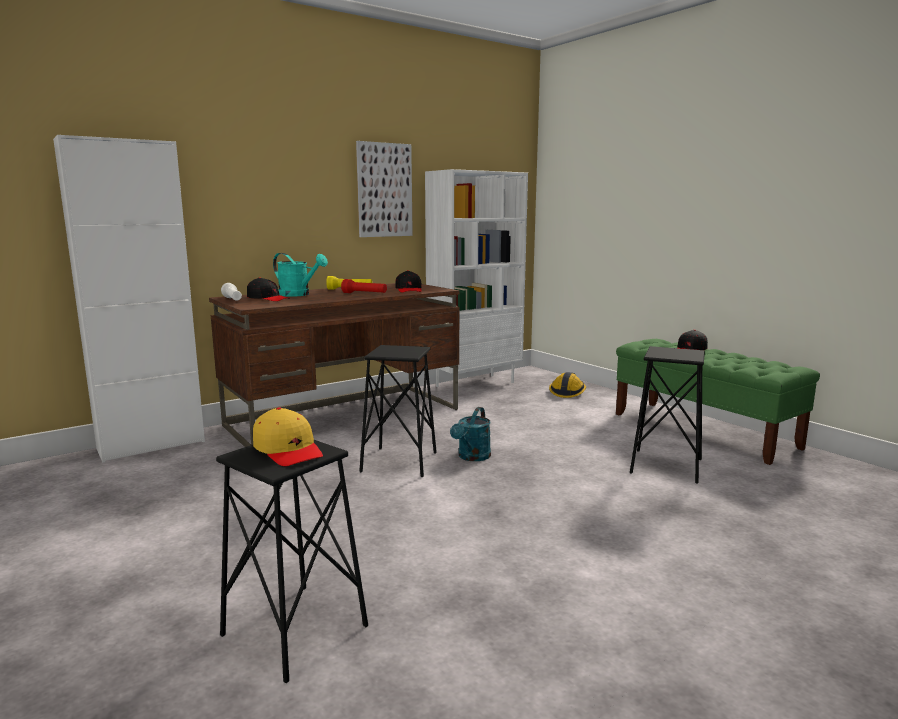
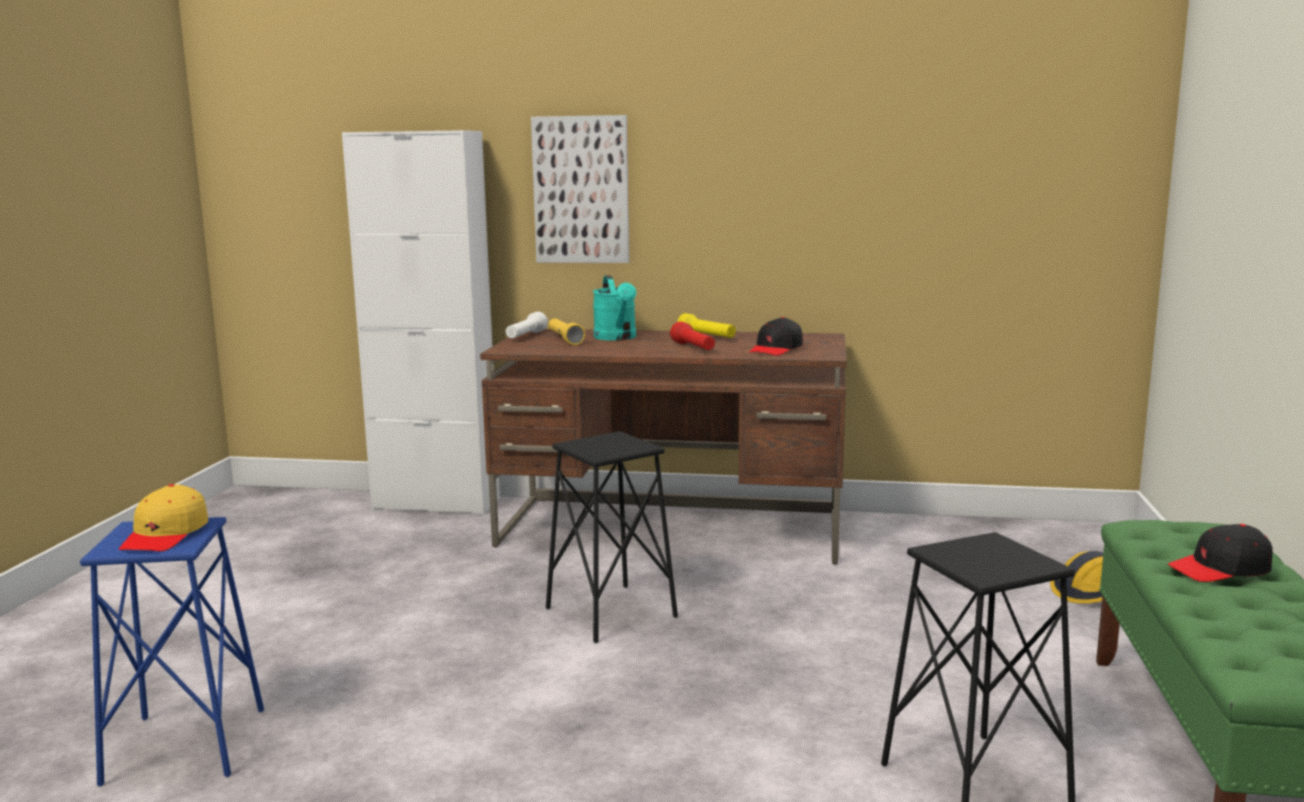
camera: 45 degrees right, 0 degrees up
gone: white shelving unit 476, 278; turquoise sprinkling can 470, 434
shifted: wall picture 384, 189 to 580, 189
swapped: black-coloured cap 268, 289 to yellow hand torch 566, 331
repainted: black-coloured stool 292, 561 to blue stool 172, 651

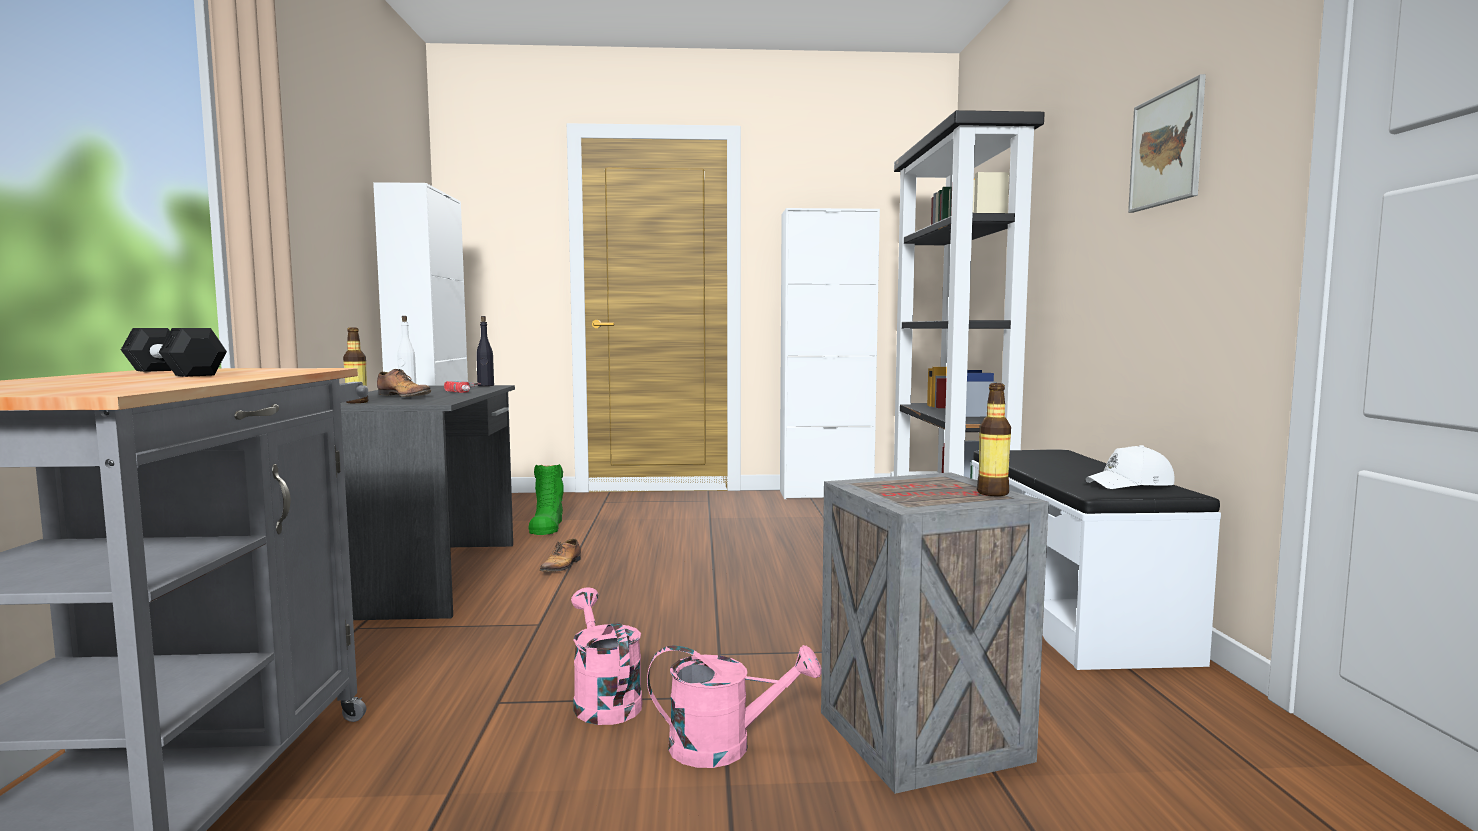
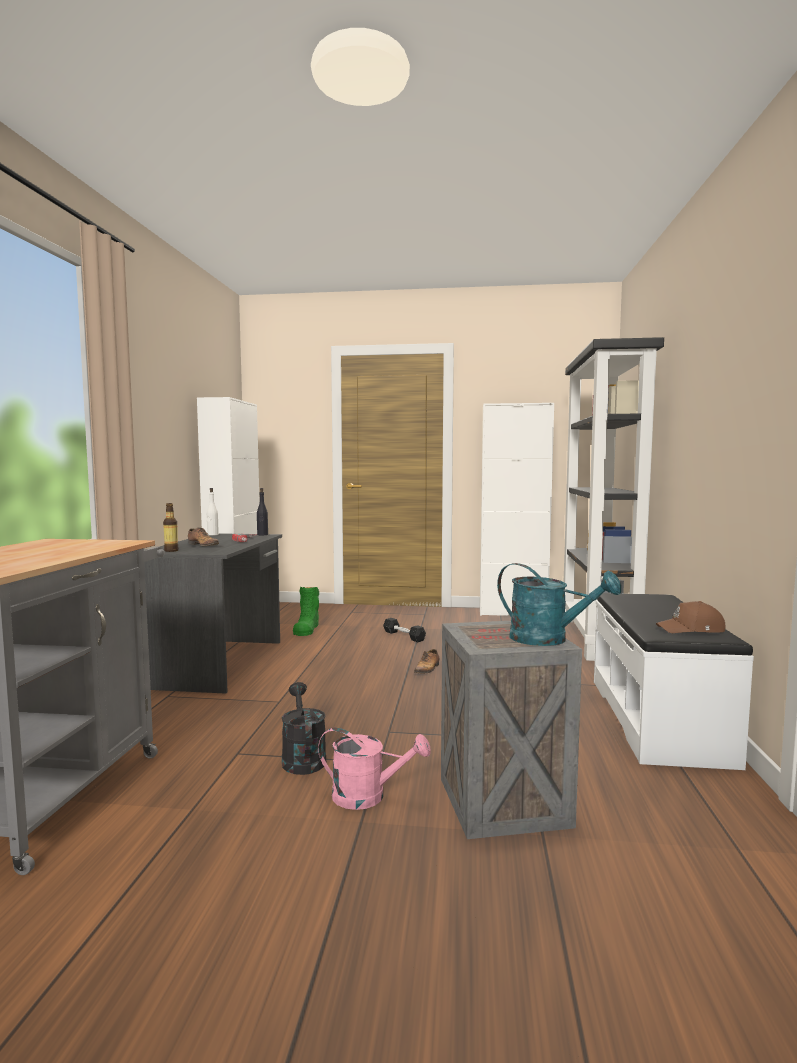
camera: 10 degrees right, 0 degrees up
gone: wall picture 1167, 143
shifted: black-coloured free weight 174, 352 to 404, 630; shoe 560, 555 to 426, 661
swapped: drink bottle 994, 439 to turquoise sprinkling can 559, 604
repainted: white cap 1130, 467 to brown-coloured cap 690, 617; pink sprinkling can 606, 656 to black-coloured sprinkling can 304, 728

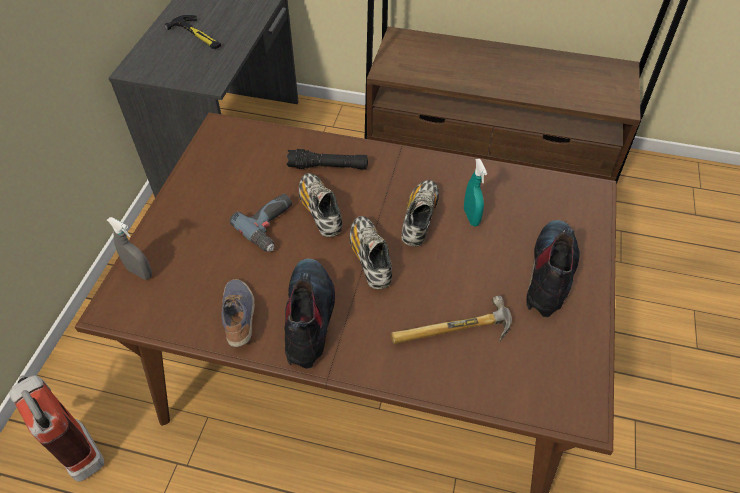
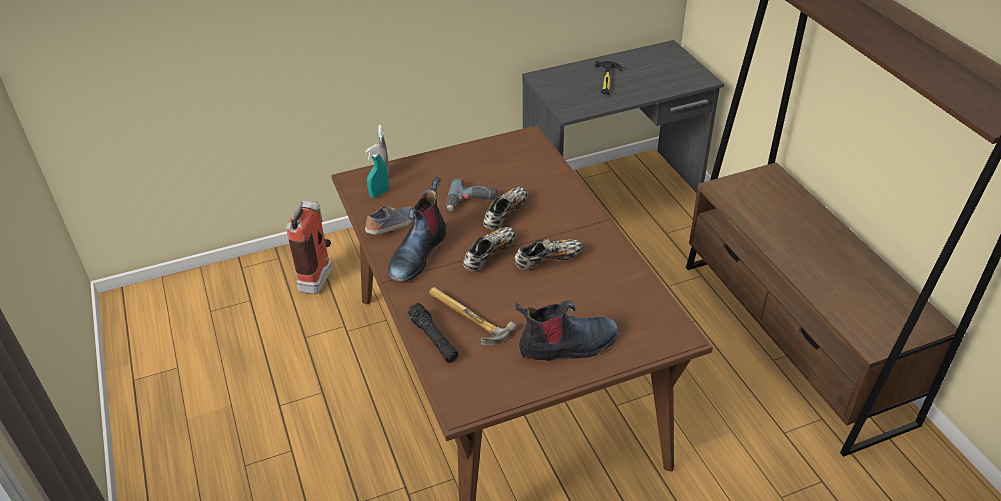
camera: 55 degrees right, 10 degrees down
shifted: black-coloured hand torch 327, 159 to 433, 333; turquoise sprayer 475, 192 to 377, 171
rotated: boot 310, 314 = 417, 229 150 degrees clockwise

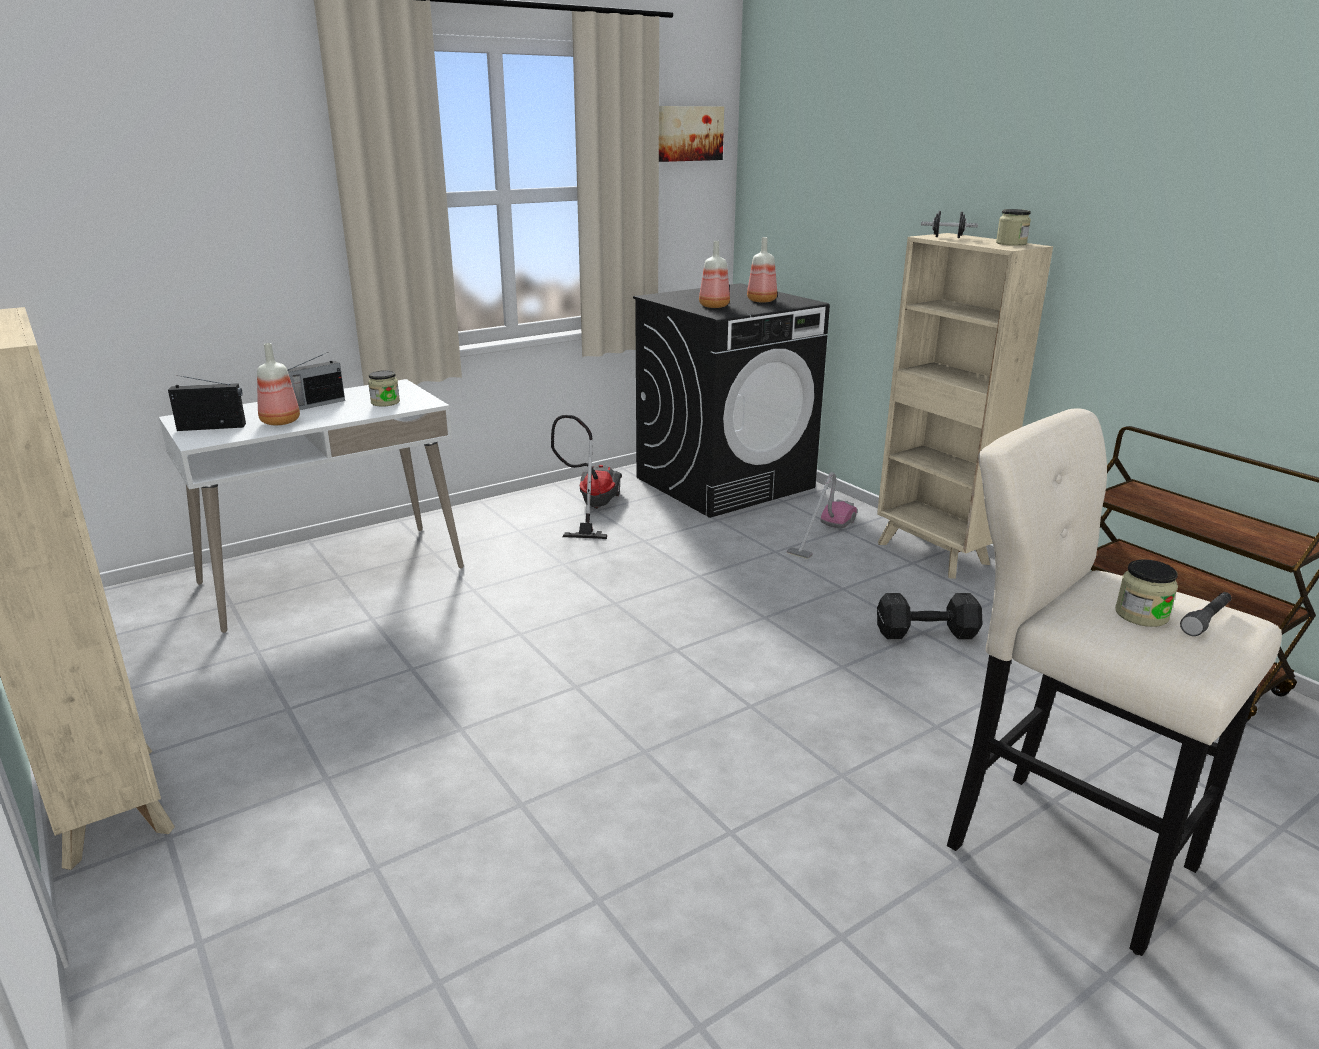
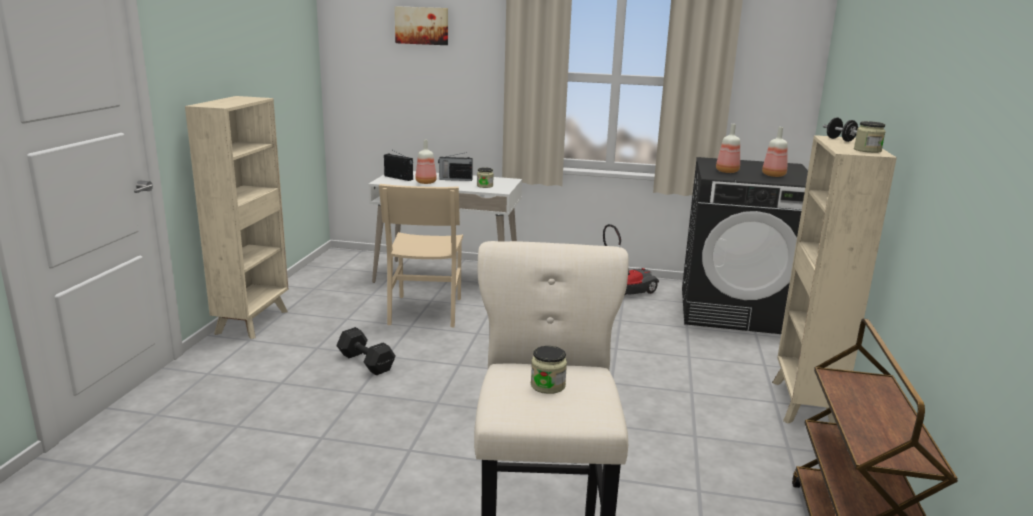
camera: 45 degrees right, 5 degrees down
gone: vacuum cleaner 822, 515; gray hand torch 1206, 614
new: beige chair 421, 255
shifted: wall picture 691, 134 to 421, 25; black-coloured free weight 930, 616 to 366, 351

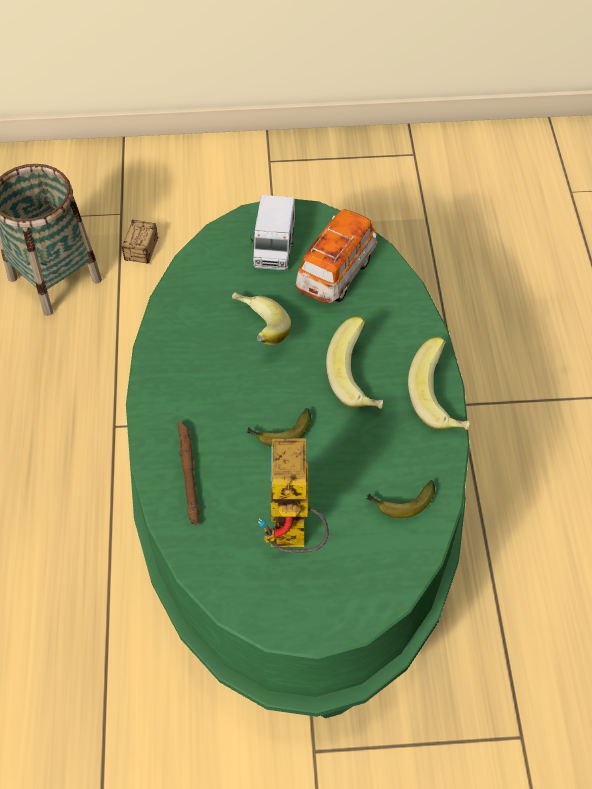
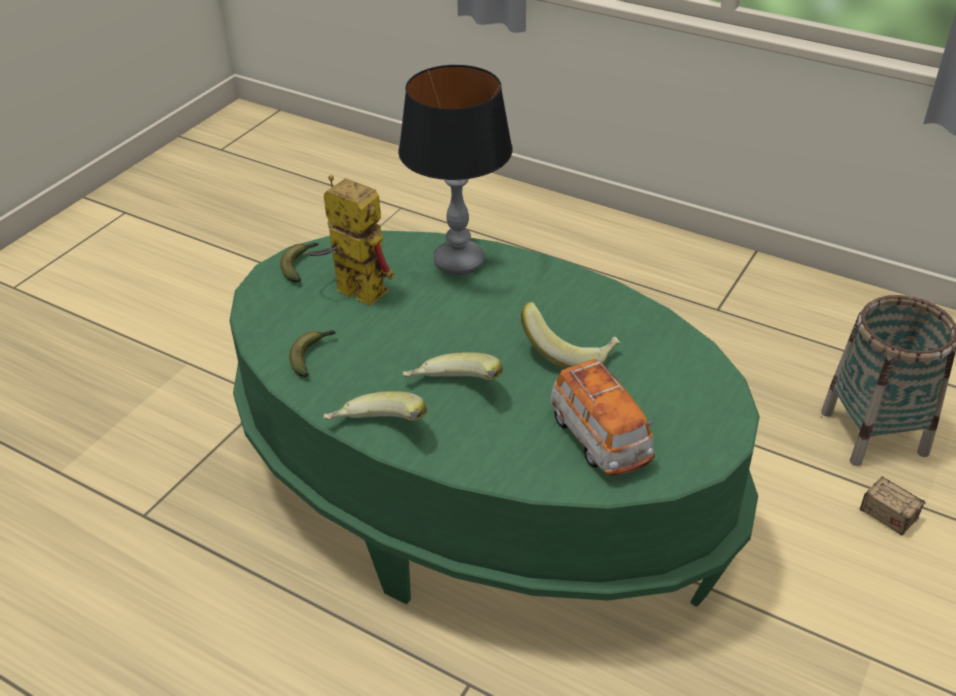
camera: 125 degrees right, 15 degrees down
gone: toy lorry 273, 233
shifted: banana fruit 279, 427 to 299, 262
swapped: brown-coloured hand torch 188, 473 to table lamp 455, 170

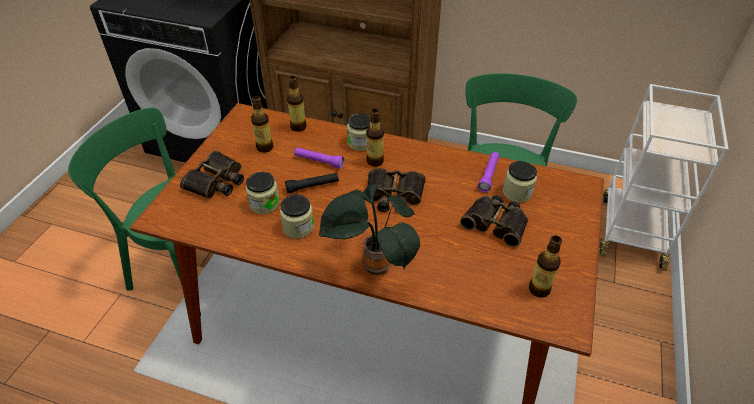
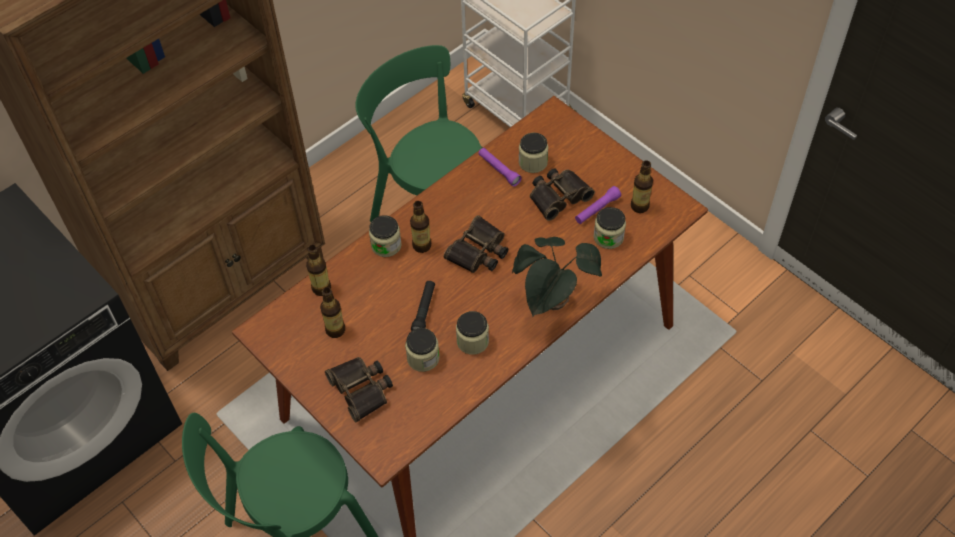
camera: 60 degrees left, 10 degrees up
new: jar 609, 228
shifted: purplish hand torch 319, 158 to 598, 205

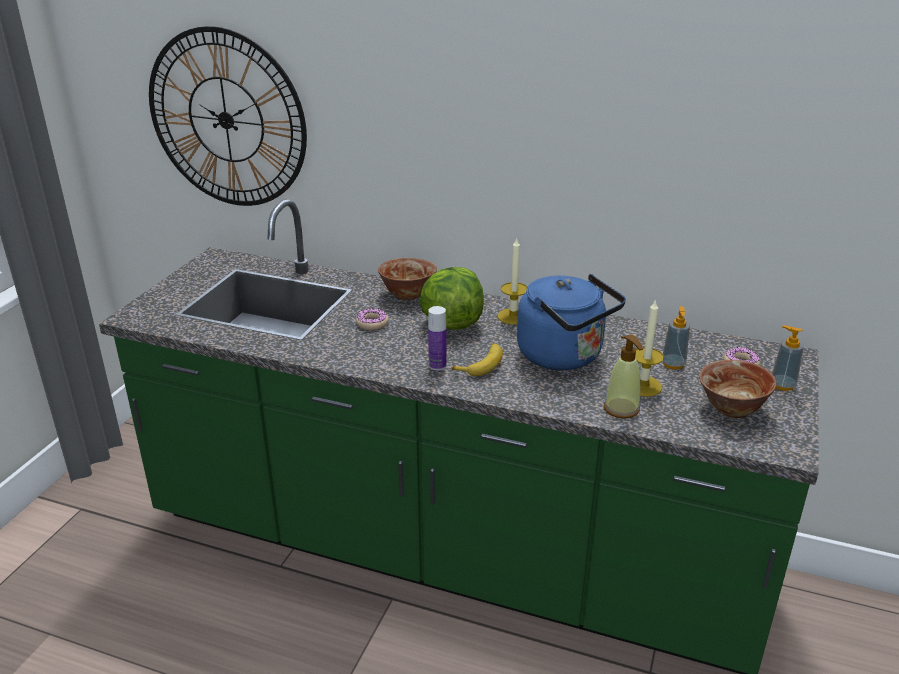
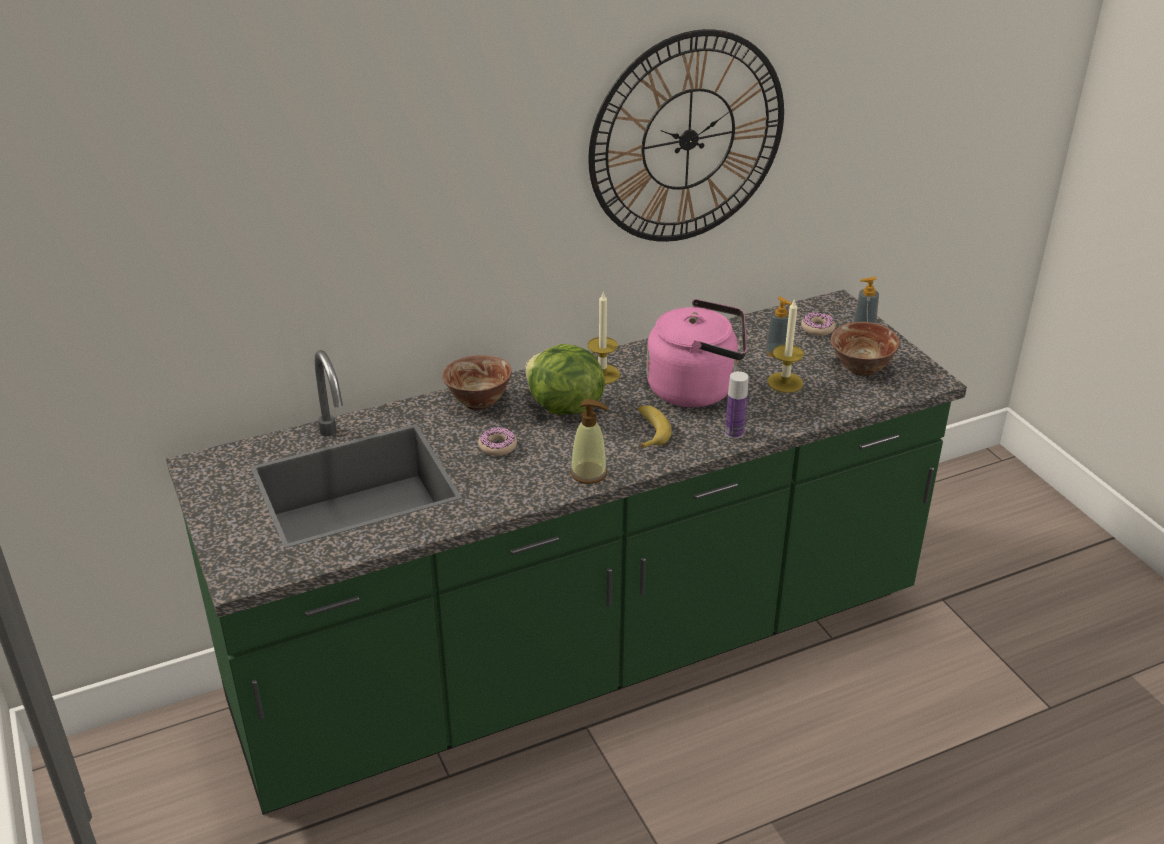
camera: 45 degrees left, 5 degrees up
shifted: wall clock 228, 116 to 686, 135; drink bottle 437, 338 to 737, 405; soap dispenser 623, 377 to 589, 441
repainted: blue tea kettle 571, 322 to pink tea kettle 696, 353

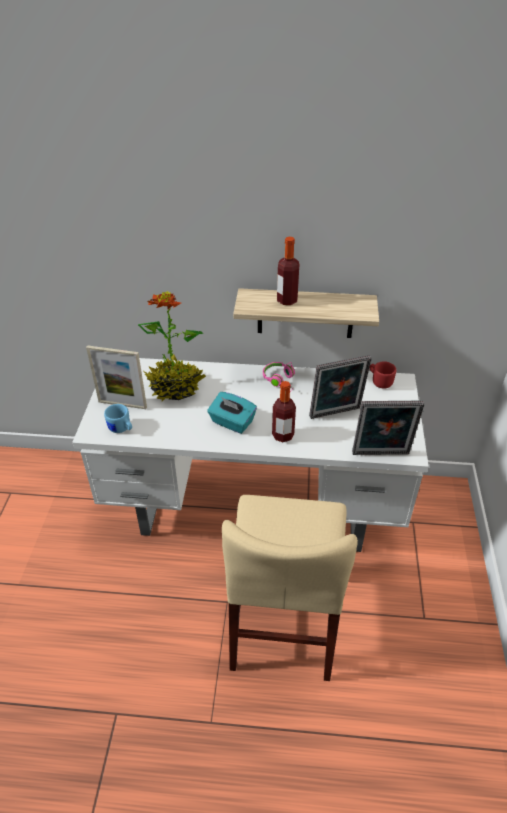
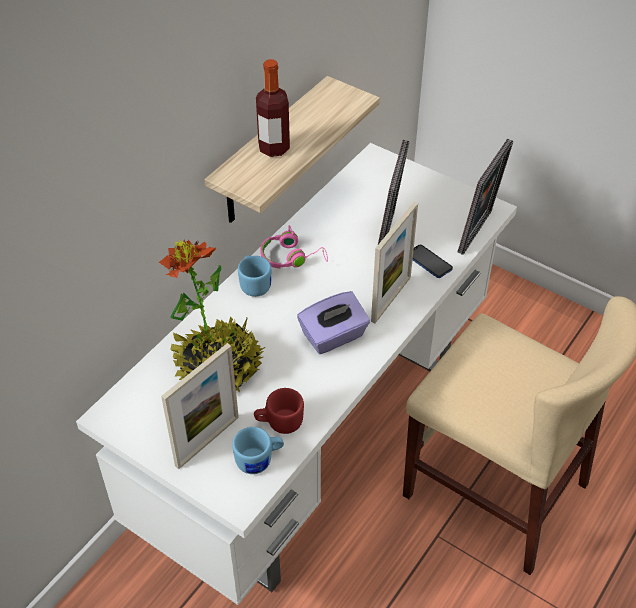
camera: 60 degrees left, 5 degrees up
new: telephone 433, 261; blue coffee mug 254, 276
shifted: reddish coffee mug 383, 375 to 279, 411
swapped: drink bottle 284, 411 to picture frame 394, 262
repainted: turquoise box of tissues 232, 413 to purplish box of tissues 333, 322

